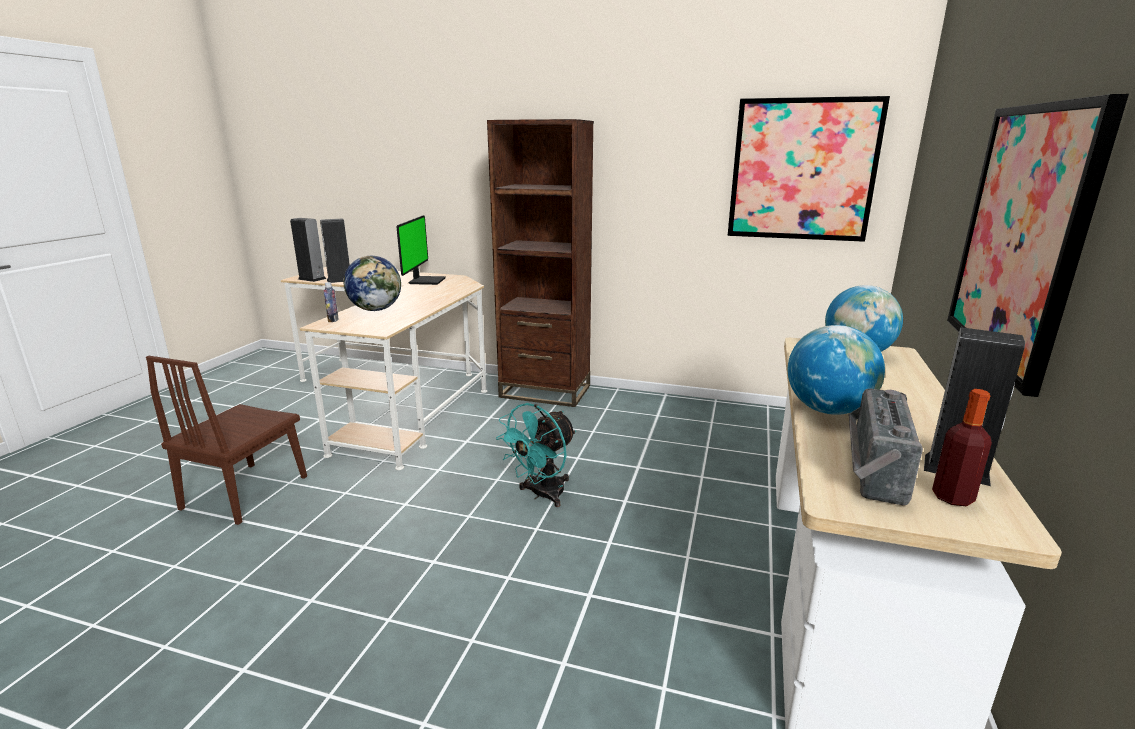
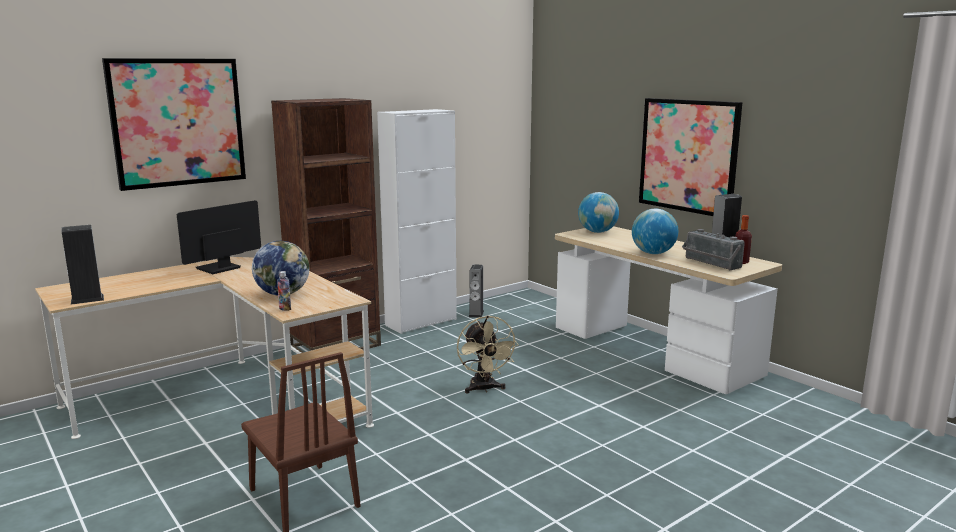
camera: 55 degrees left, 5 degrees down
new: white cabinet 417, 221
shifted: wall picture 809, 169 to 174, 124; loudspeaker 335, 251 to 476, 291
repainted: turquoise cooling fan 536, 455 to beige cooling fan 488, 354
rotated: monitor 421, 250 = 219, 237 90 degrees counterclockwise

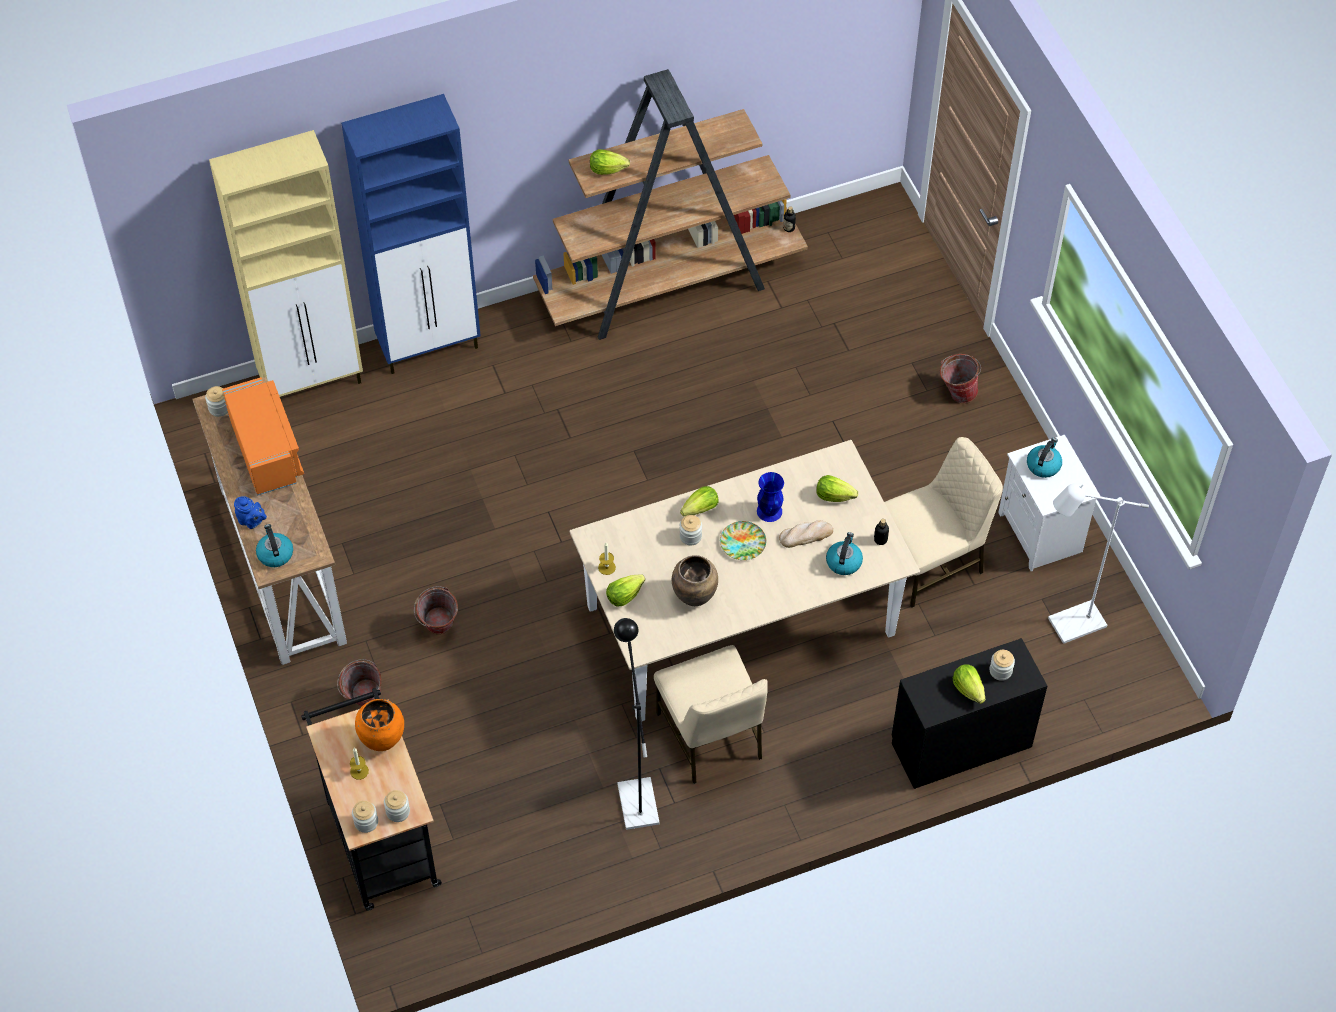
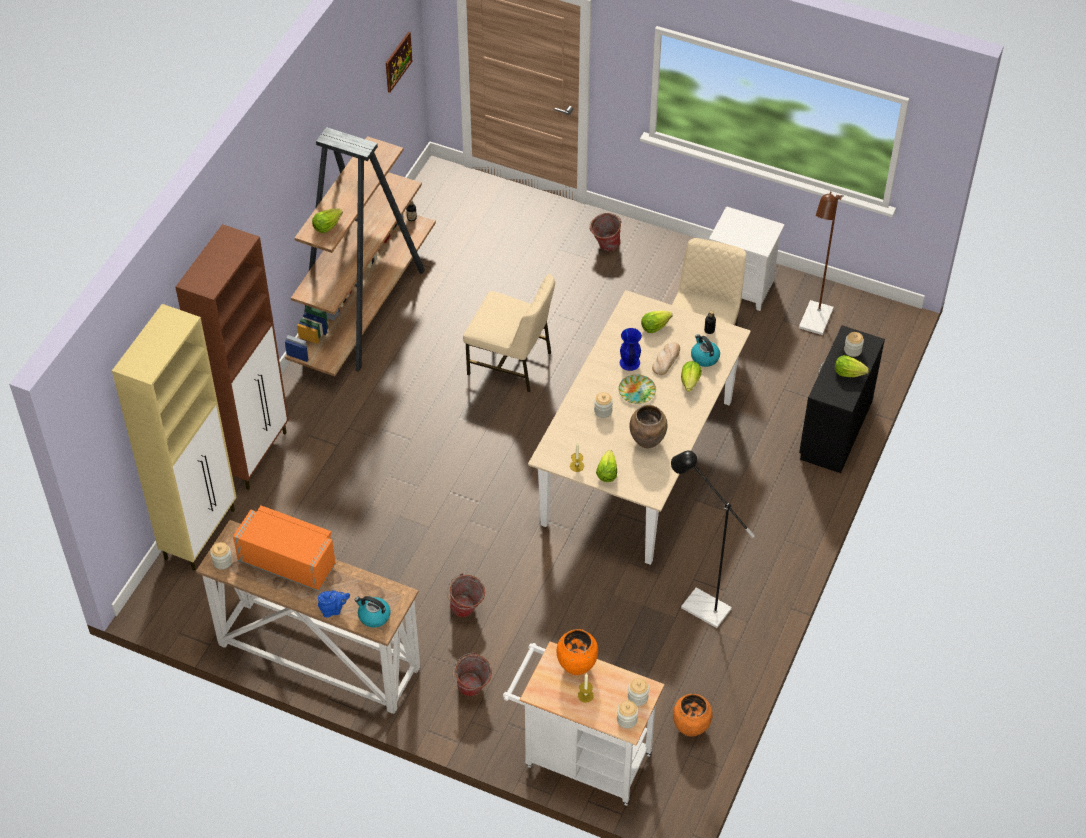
camera: 45 degrees left, 5 degrees down
gone: tea kettle 1044, 458
new: wall picture 399, 62; orange flower vase 693, 715
shifted: lettuce head 699, 501 to 691, 376; beige chair 711, 714 to 509, 333
repainted: blue cabinet 411, 234 to brown-coloured cabinet 232, 357; white standard lamp 1098, 564 to brown-coloured standard lamp 821, 263; black-coloured trolley 371, 799 to white trolley 583, 723

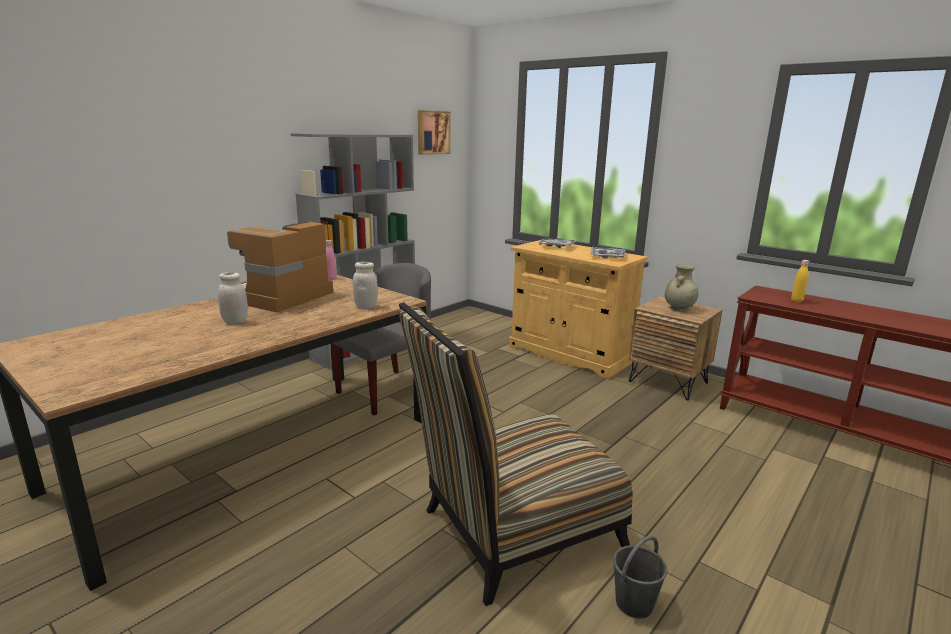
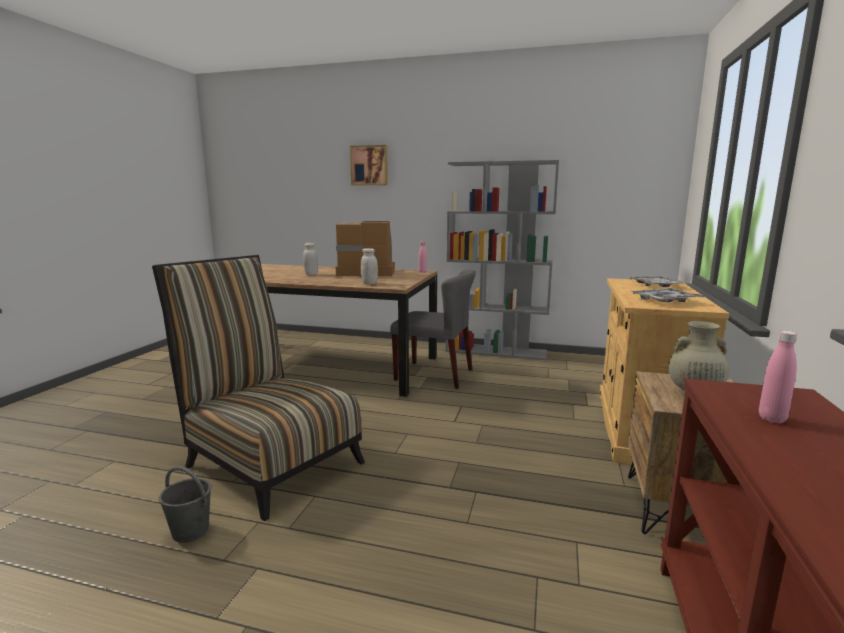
camera: 65 degrees right, 5 degrees down
shifted: wall picture 434, 132 to 369, 165
repainted: yellow drink bottle 800, 281 to pink drink bottle 778, 377

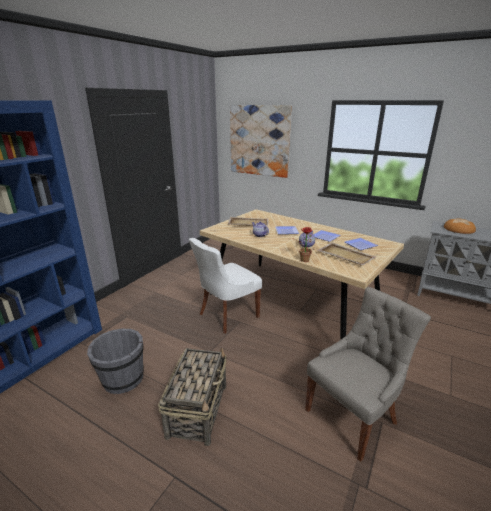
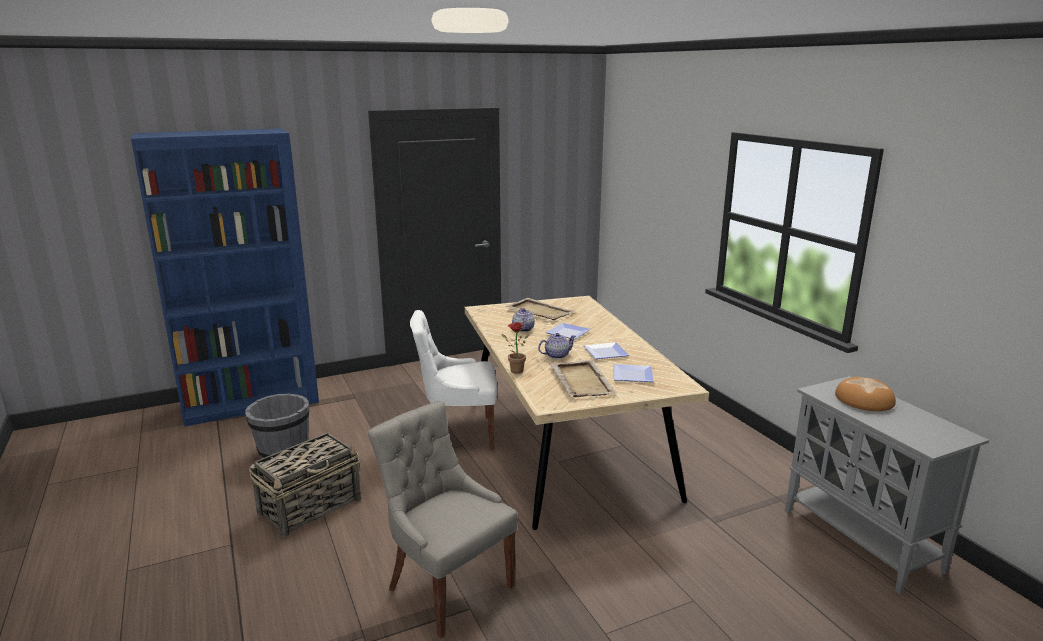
camera: 35 degrees right, 5 degrees down
gone: wall picture 261, 141
rotated: gray chair 368, 374 = 442, 519 135 degrees counterclockwise

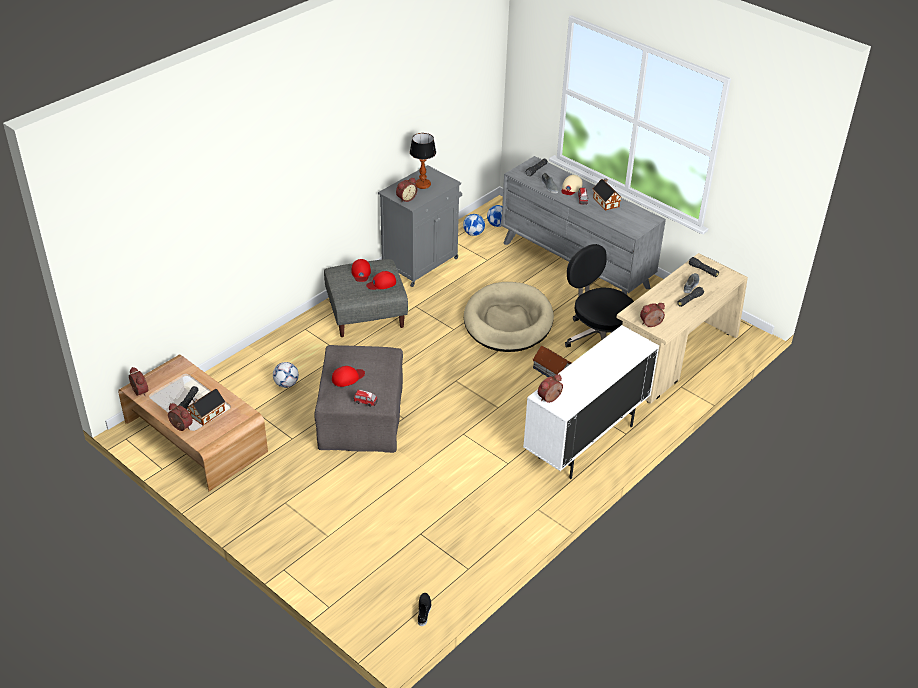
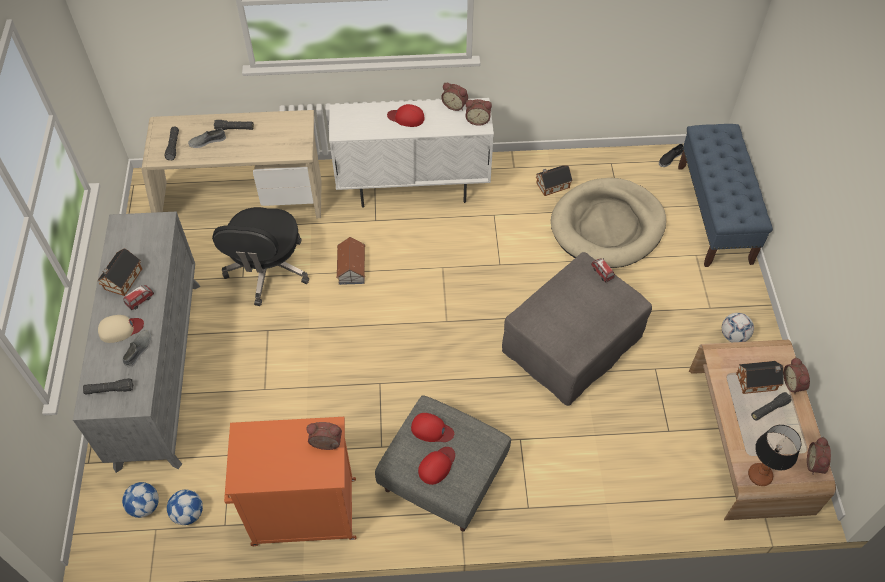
camera: 135 degrees left, 15 degrees up
new: blue indoor bench 725, 195; miniature house 554, 180
shifted: table lamp 423, 161 to 775, 455; beige dog bed 509, 317 to 608, 223; bedside clock 652, 315 to 454, 97; ball for football 286, 375 to 738, 327; reddish cap 348, 376 to 406, 115
repainted: gray cabinet 420, 226 to orange cabinet 290, 481

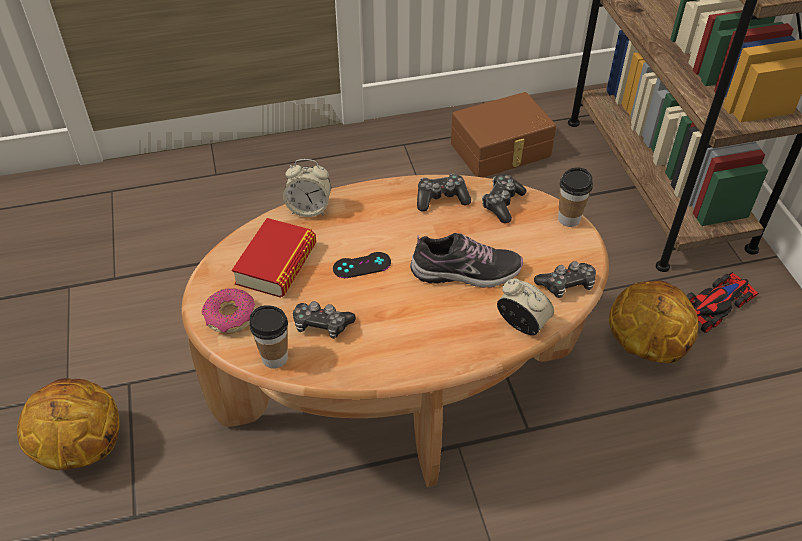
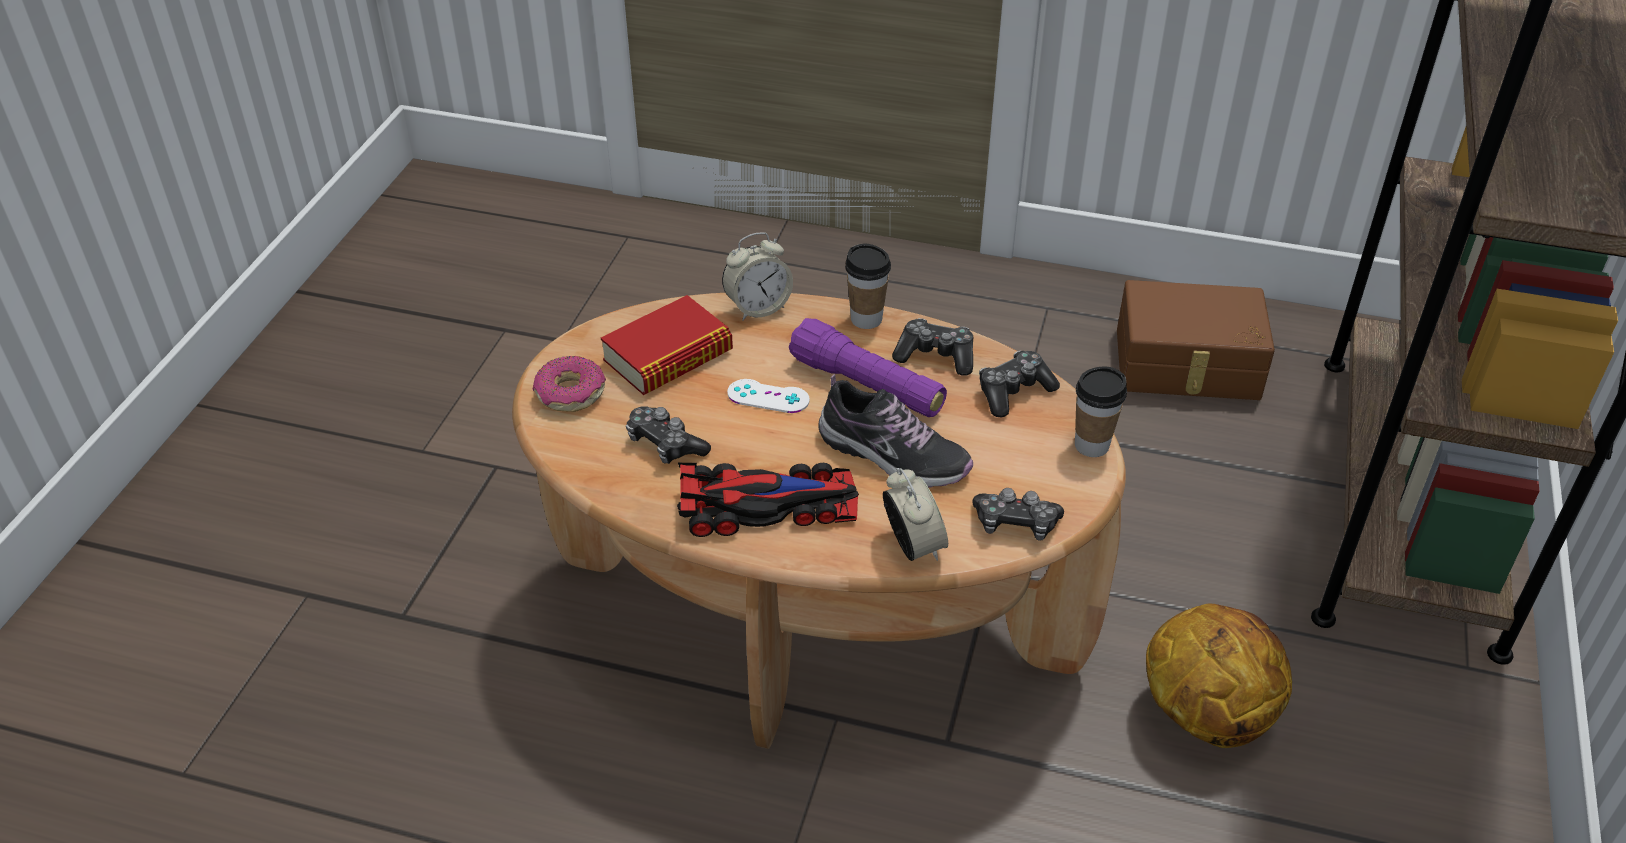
camera: 30 degrees right, 5 degrees down
gone: ball for basketball 68, 424
new: purplish hand torch 868, 367
shifted: toy car 722, 302 to 768, 500; drinking cup 268, 337 to 868, 286
repainted: black-coloured joypad 362, 265 to white joypad 768, 396
rotated: bedside clock 307, 188 = 757, 276 60 degrees counterclockwise

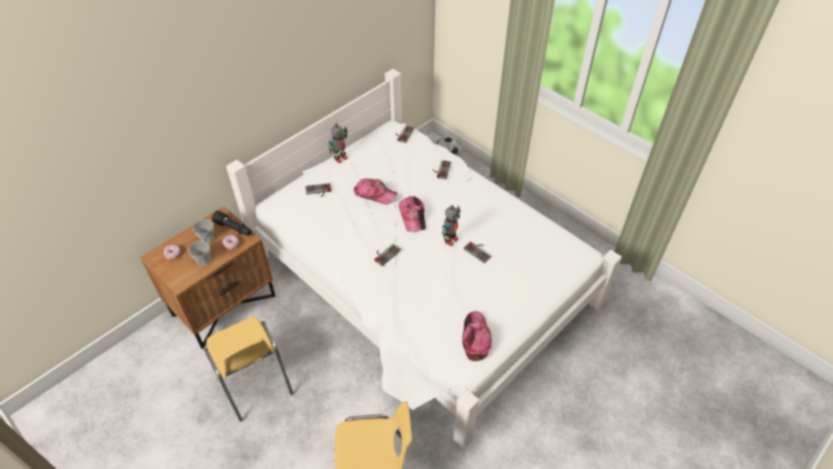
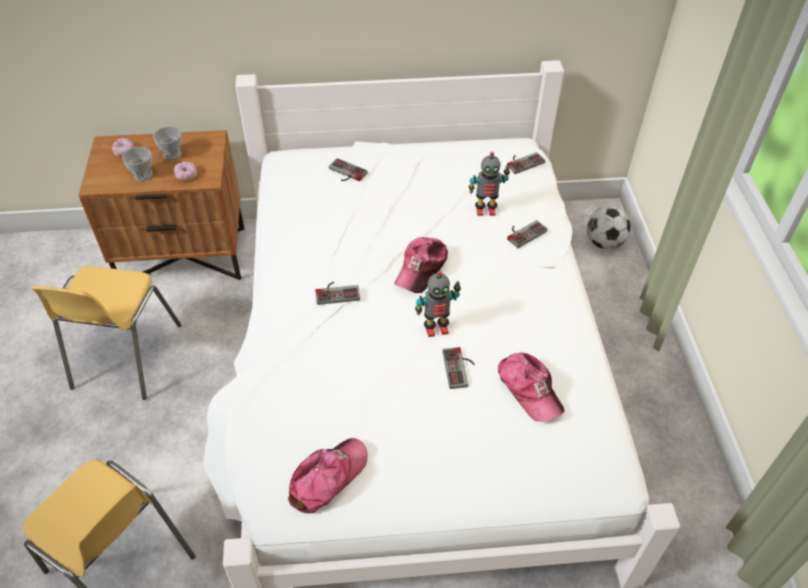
camera: 40 degrees right, 0 degrees up
gone: black-coloured hand torch 232, 223
shifted: toy robot 338, 143 to 489, 184; cap 376, 192 to 531, 387

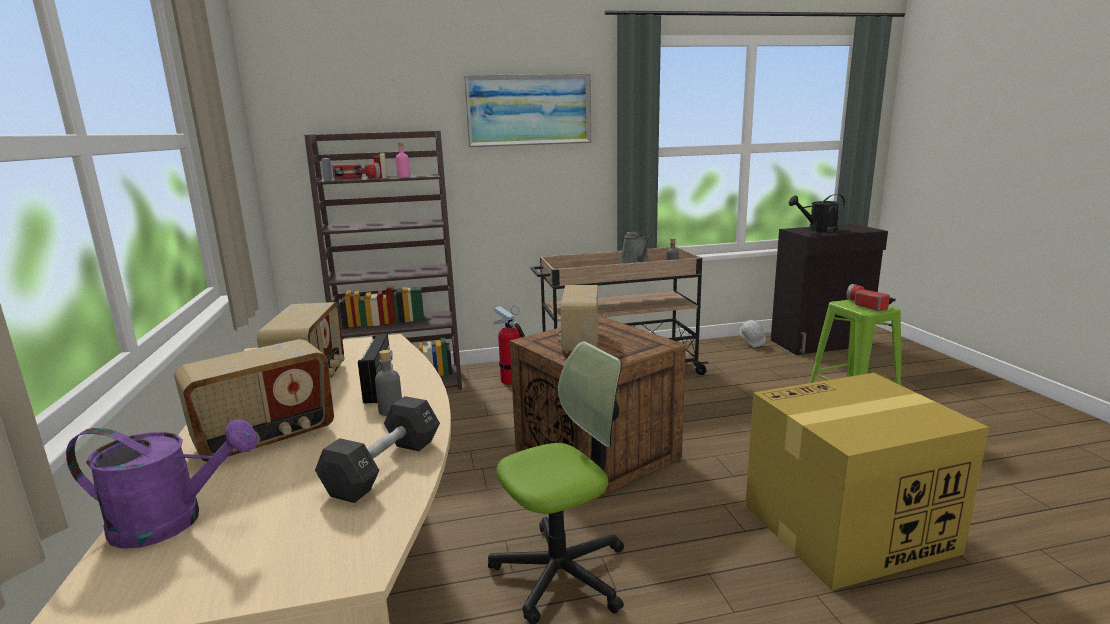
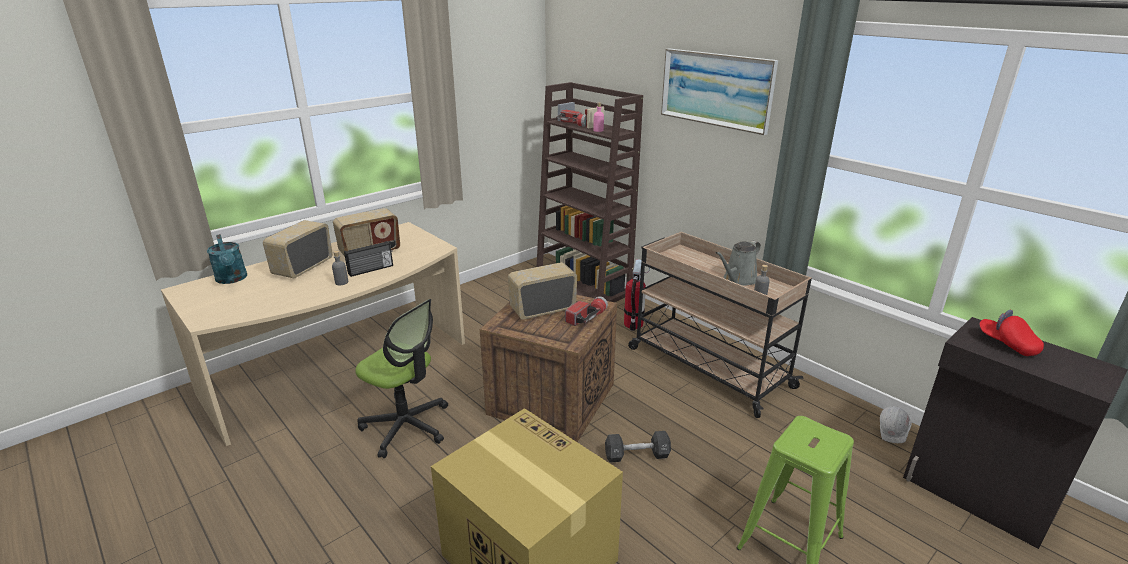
camera: 60 degrees right, 10 degrees up
shifted: hand torch 871, 297 to 586, 311; black-coloured free weight 377, 449 to 638, 447
swapped: black-coloured sprinkling can 817, 213 to reddish cap 1012, 333
repainted: purplish sprinkling can 162, 484 to turquoise sprinkling can 227, 259
rotated: radio 254, 400 = 298, 249 90 degrees clockwise

